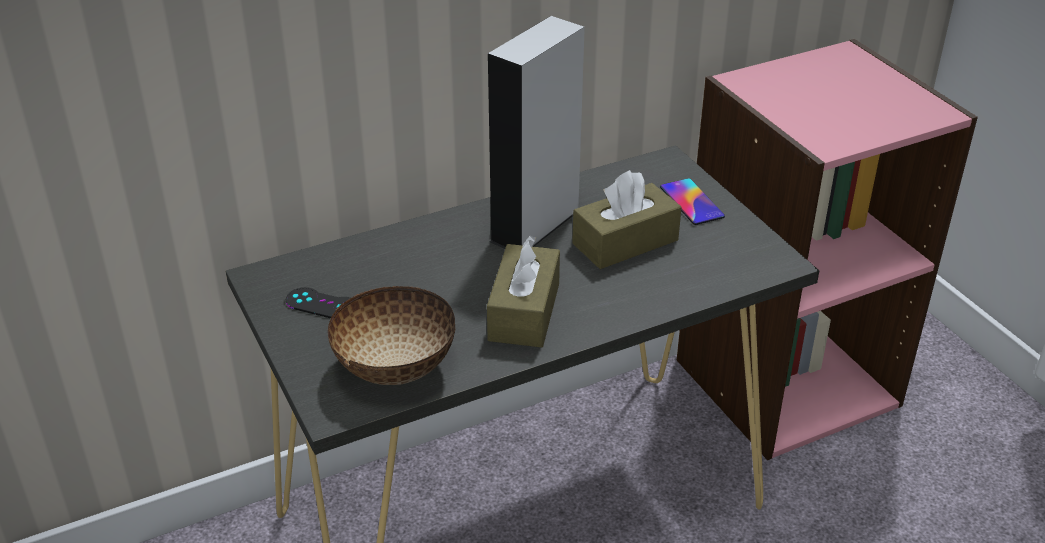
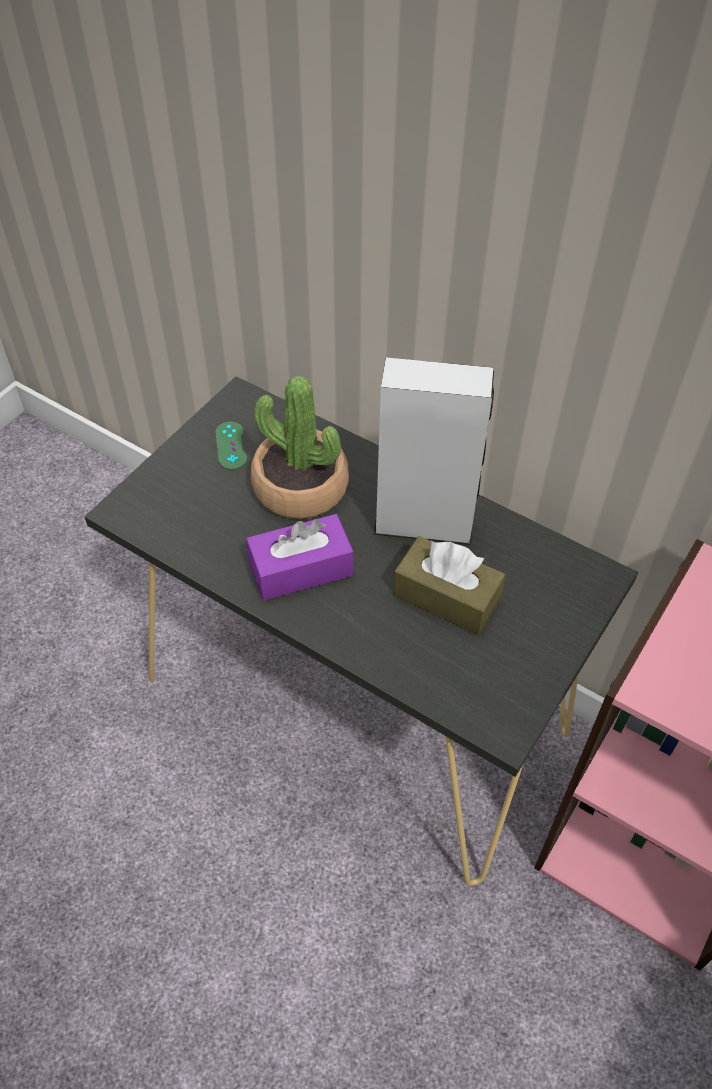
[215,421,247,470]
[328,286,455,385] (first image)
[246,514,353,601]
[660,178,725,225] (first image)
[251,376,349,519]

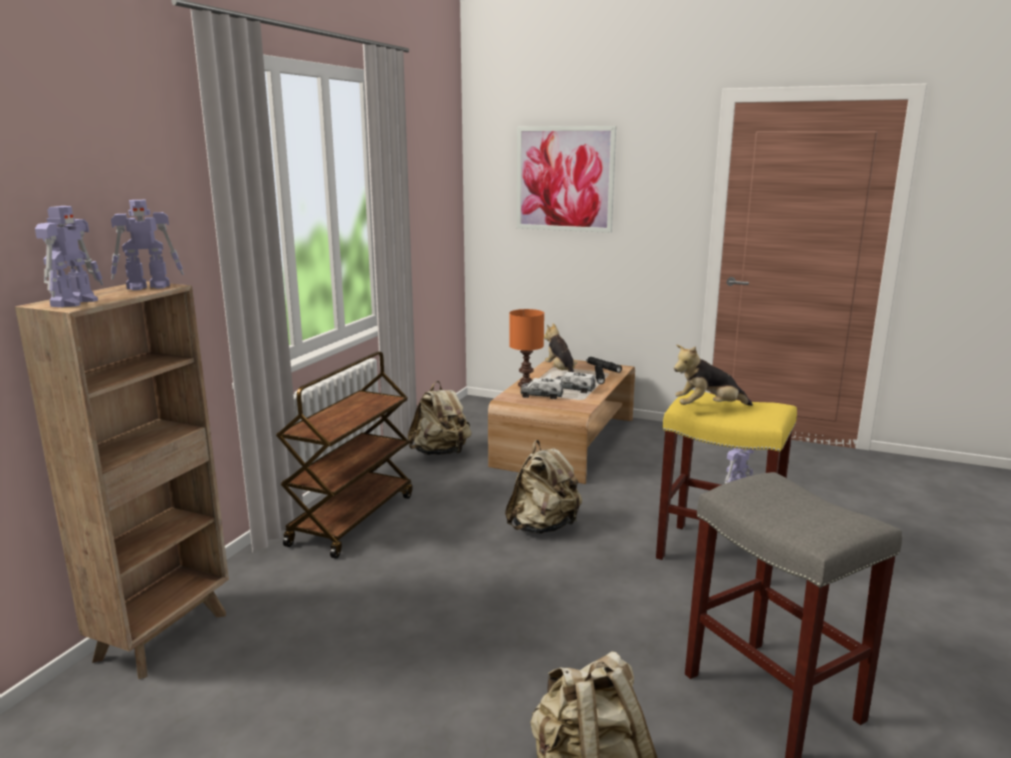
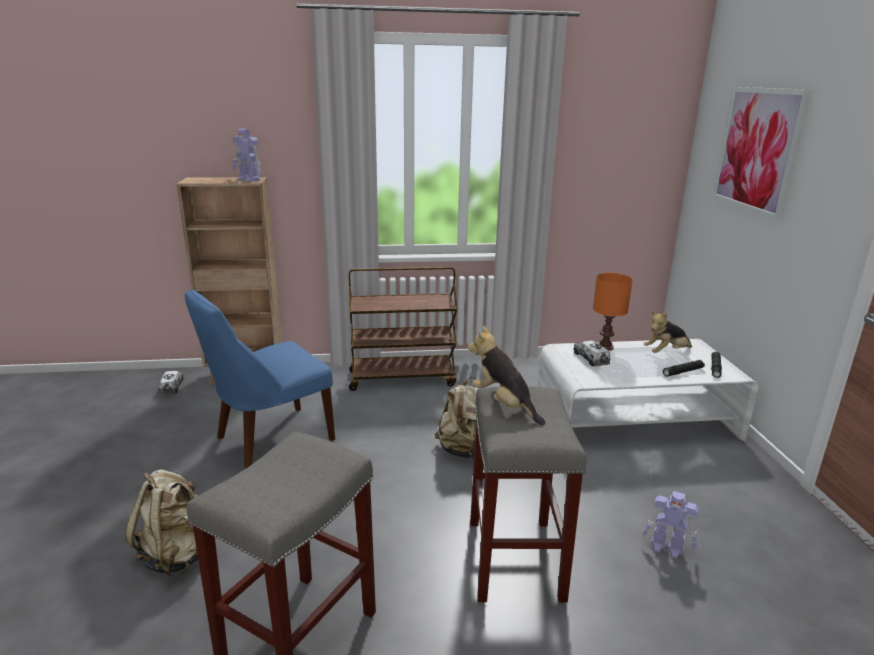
[35,206,103,307] (first image)
[408,381,472,455] (first image)
[538,339,759,441]
[644,311,692,353]
[159,371,184,395]
[470,386,586,602]
[185,290,335,469]

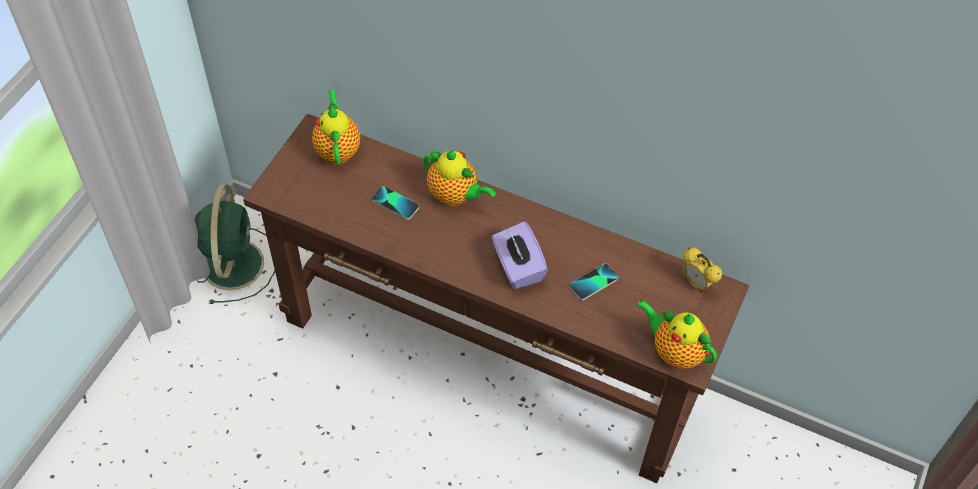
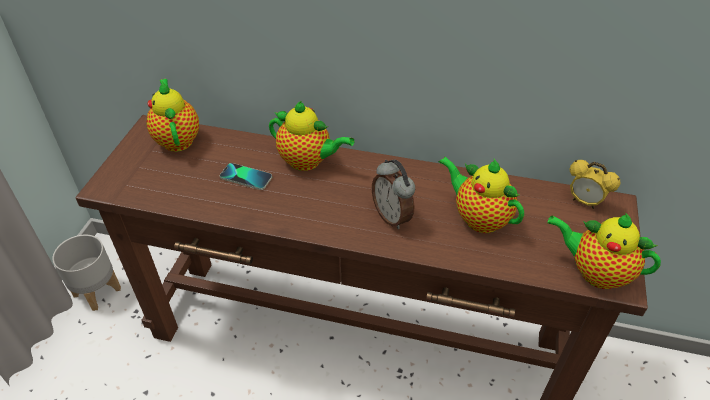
[52,235,121,311]
[372,159,415,229]
[439,157,524,233]

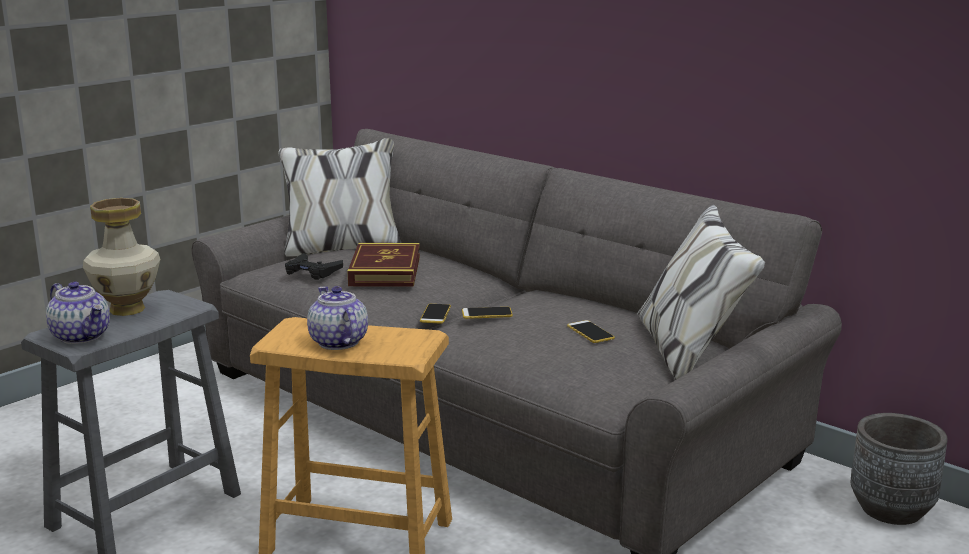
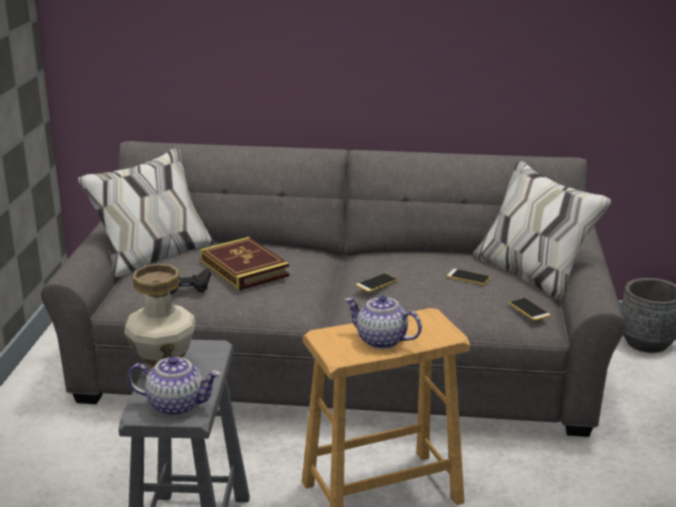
[509,298,551,321]

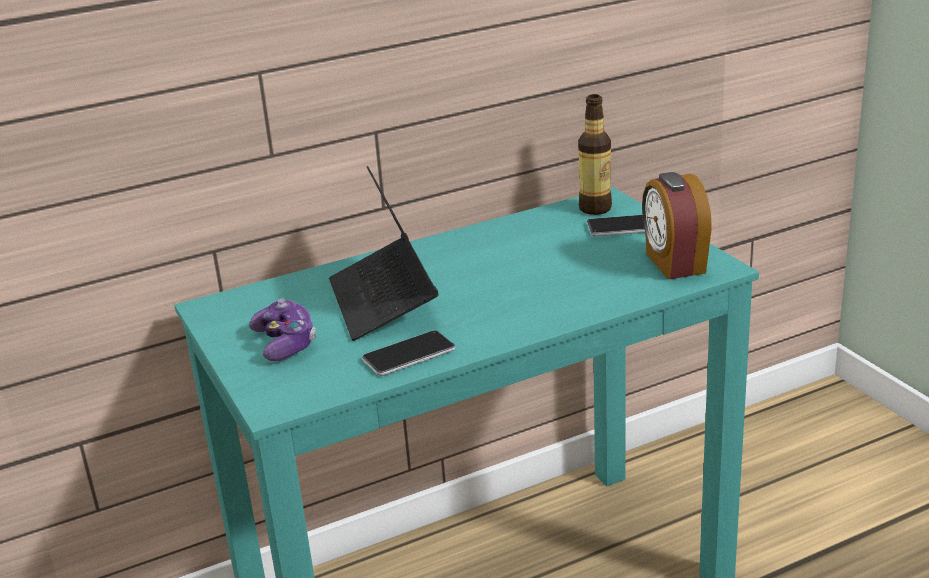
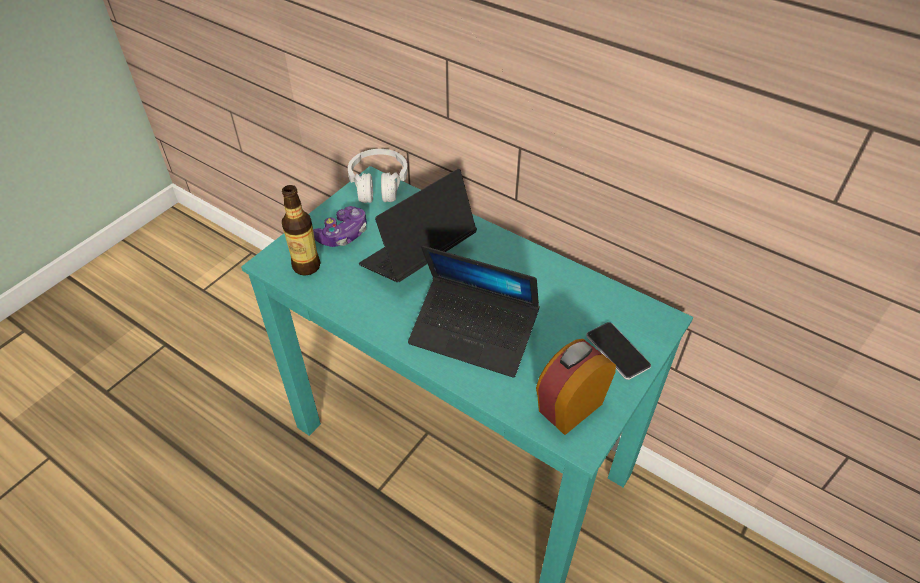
[362,330,455,376] (first image)
[282,185,320,276]
[348,149,408,203]
[408,246,540,378]

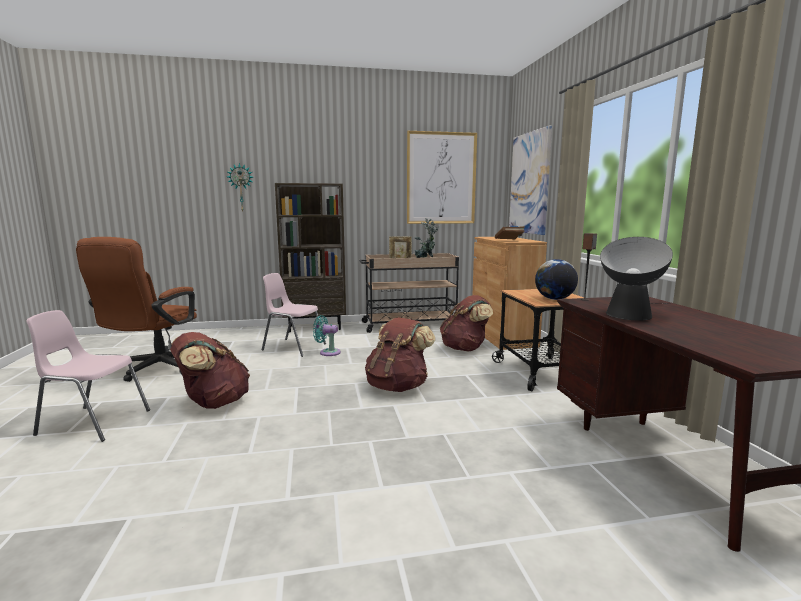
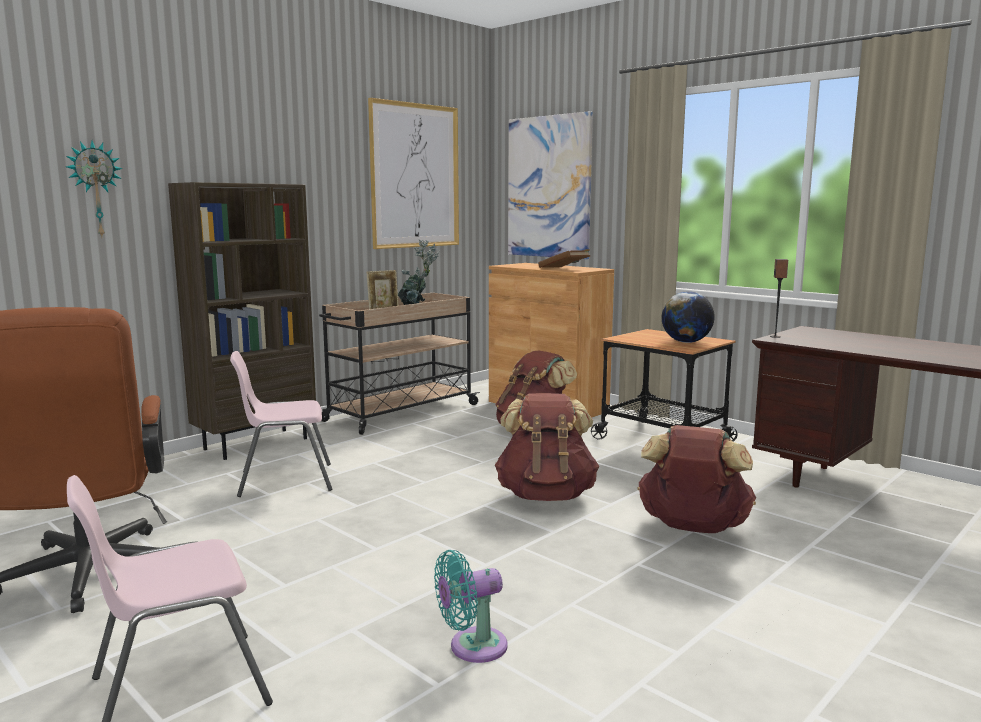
[637,425,756,533]
[434,550,508,663]
[600,237,673,320] (first image)

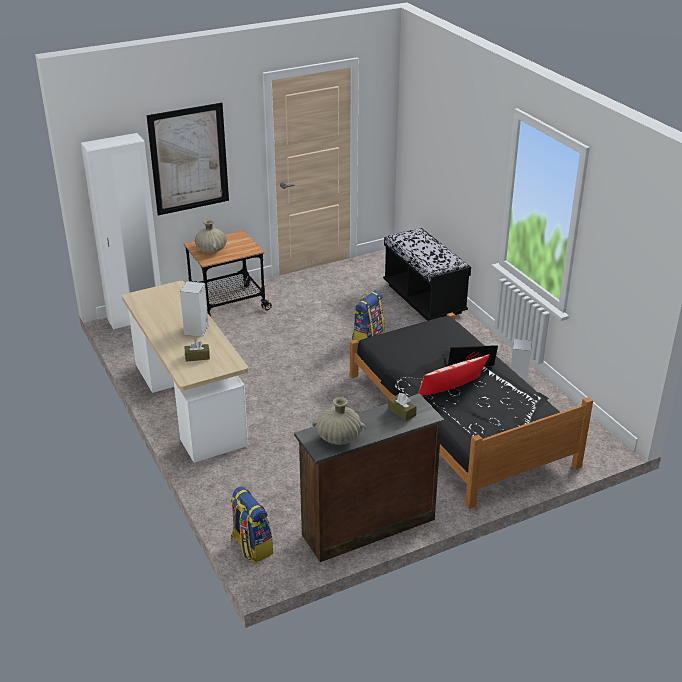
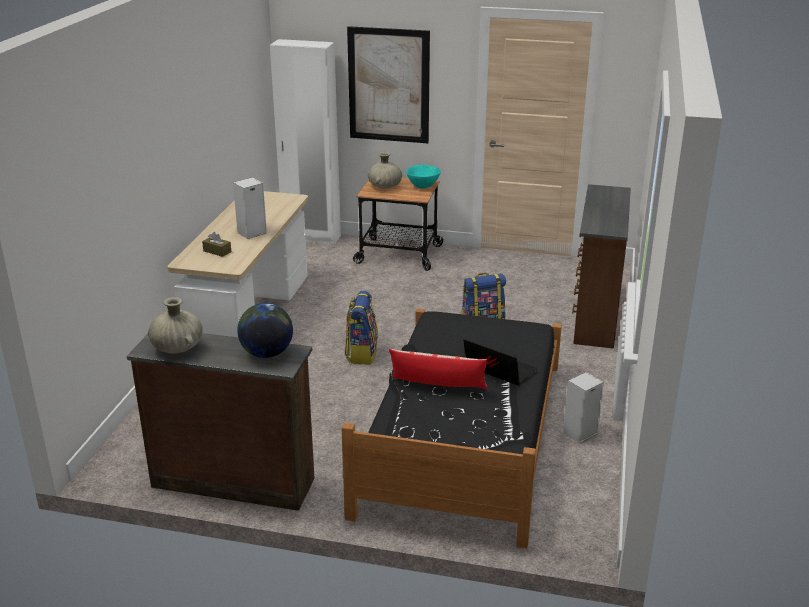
[345,291,378,364]
[572,184,631,349]
[237,303,293,358]
[406,165,441,188]

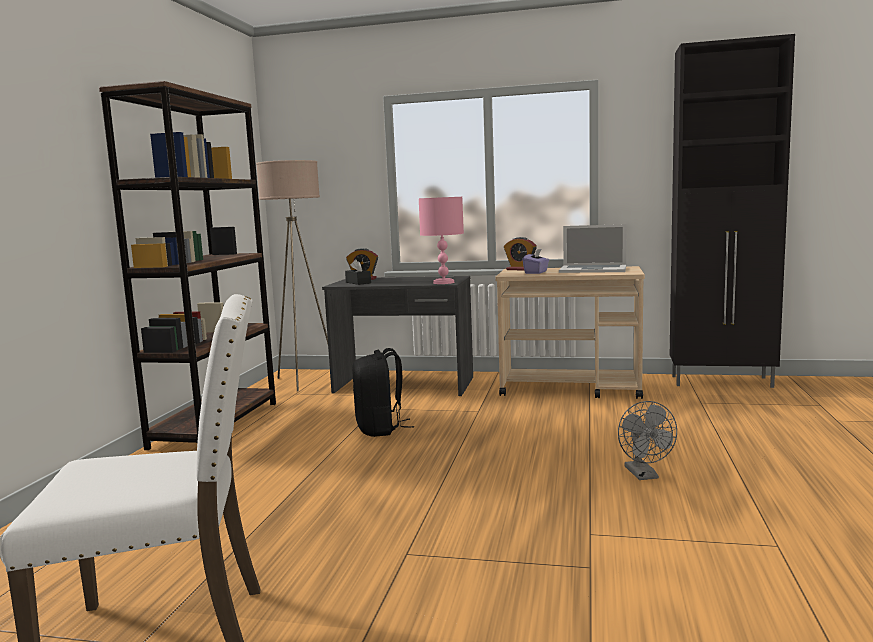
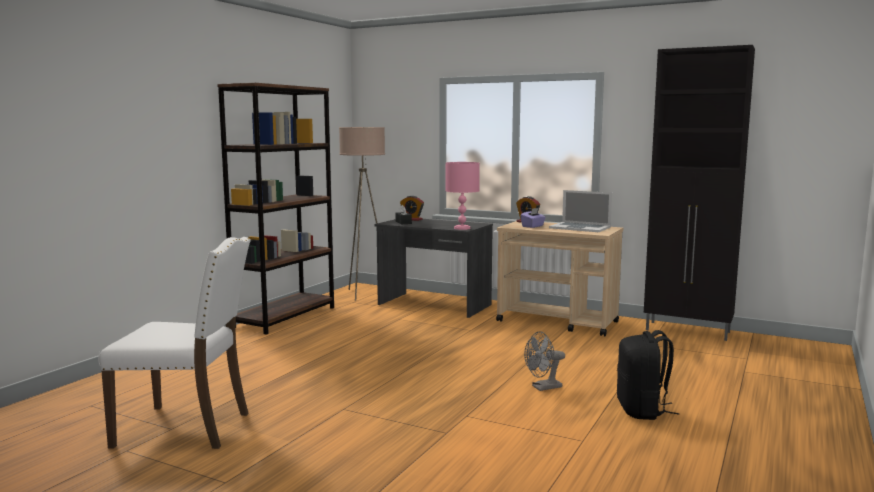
[617,330,679,420]
[524,331,565,391]

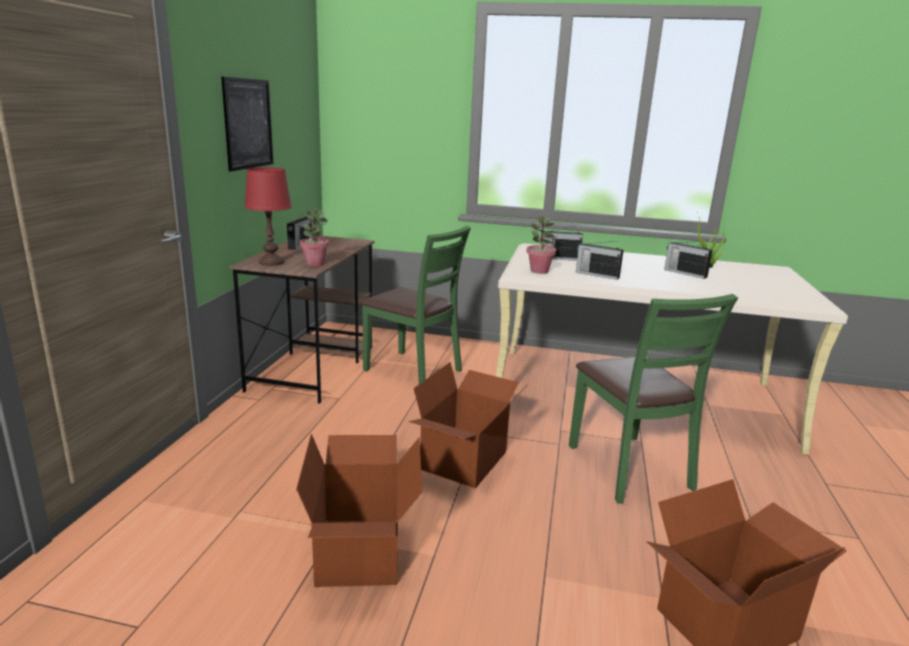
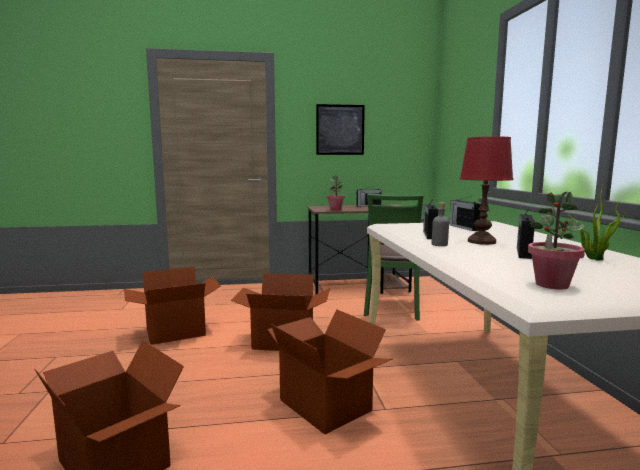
[460,137,513,245]
[528,192,585,290]
[267,309,393,435]
[432,202,449,246]

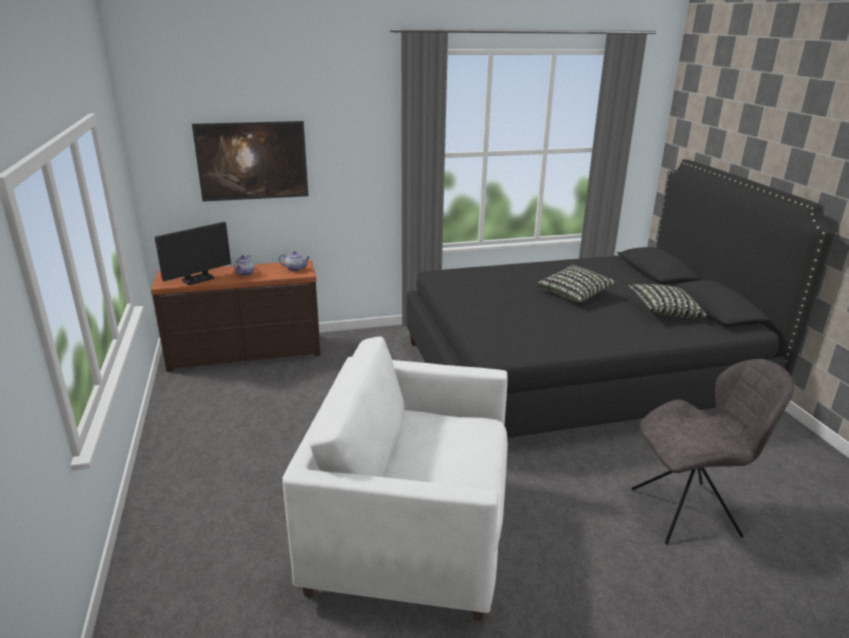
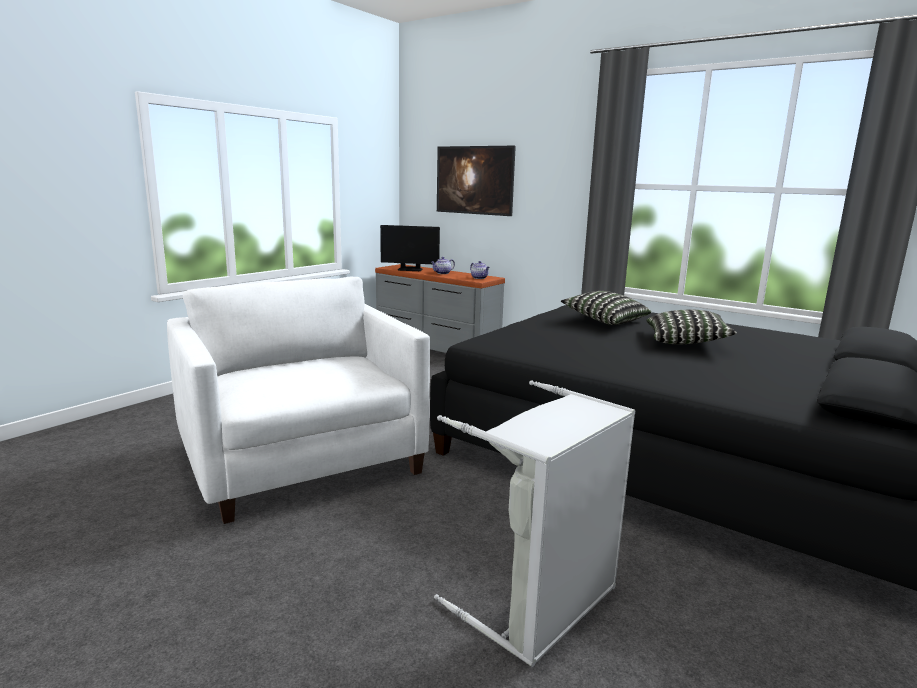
[375,264,505,353]
[561,291,651,325]
[434,380,635,667]

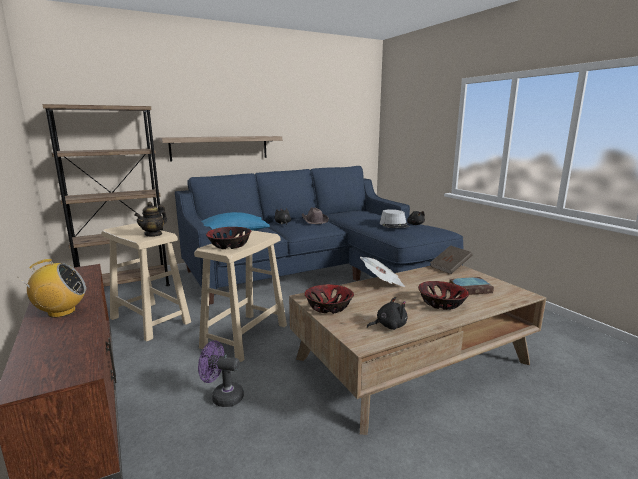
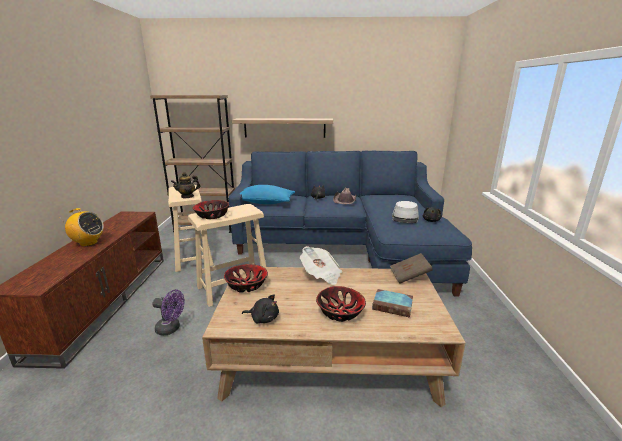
[152,290,185,335]

